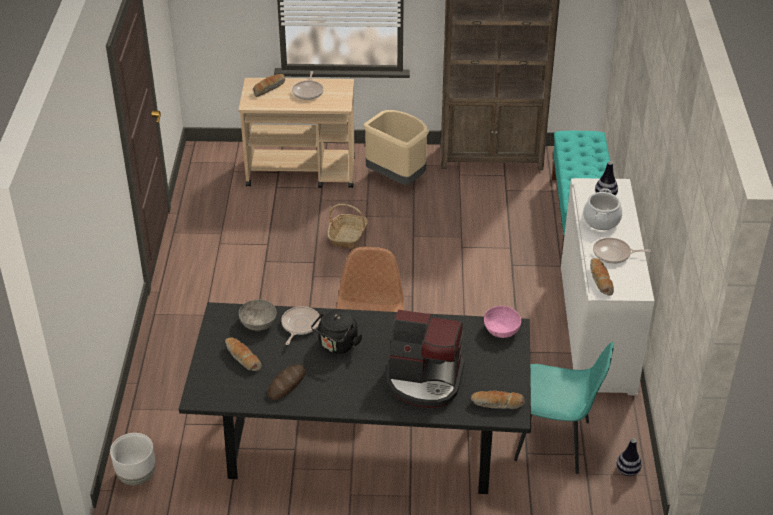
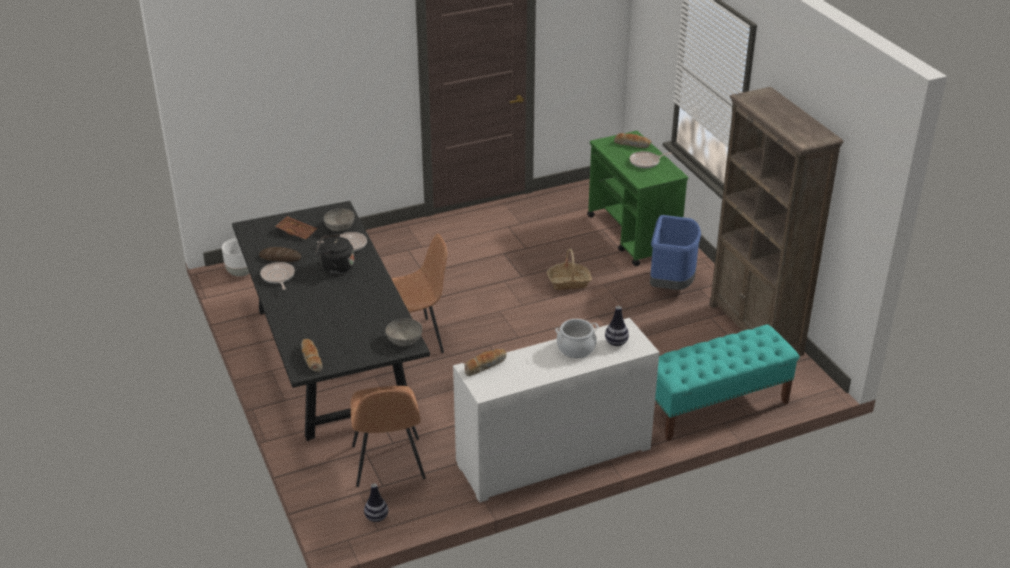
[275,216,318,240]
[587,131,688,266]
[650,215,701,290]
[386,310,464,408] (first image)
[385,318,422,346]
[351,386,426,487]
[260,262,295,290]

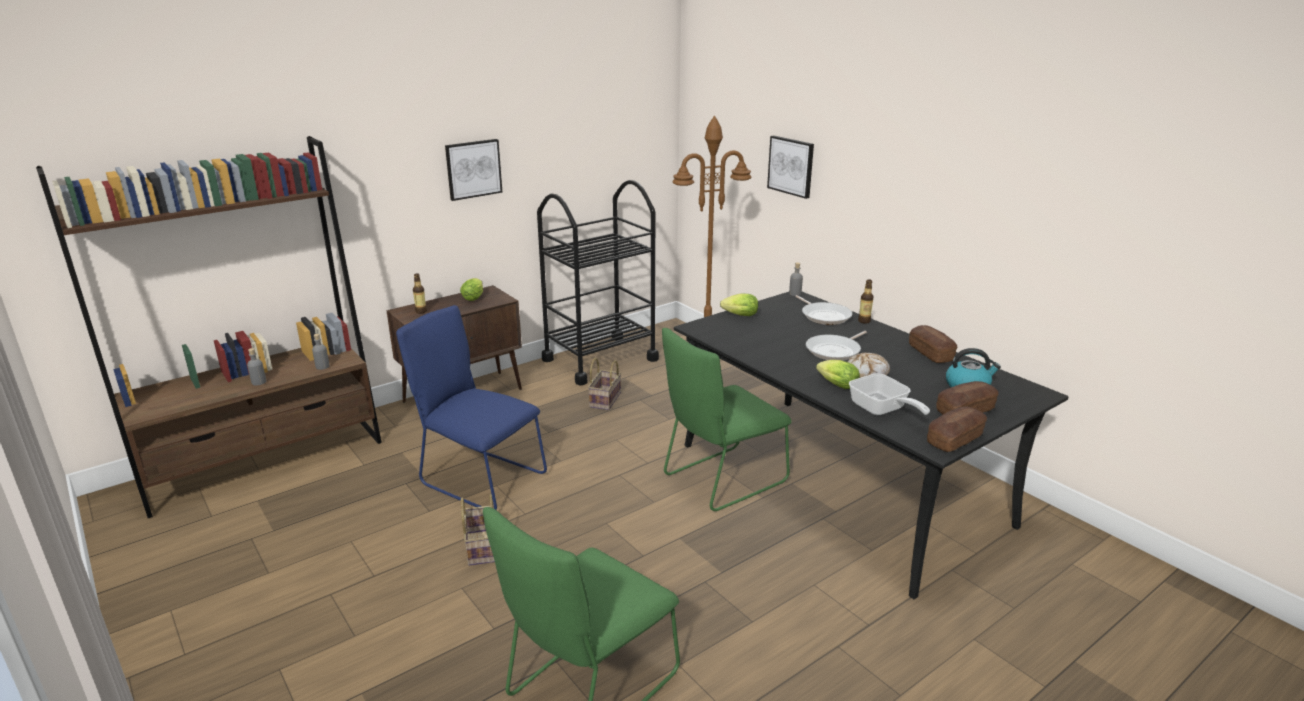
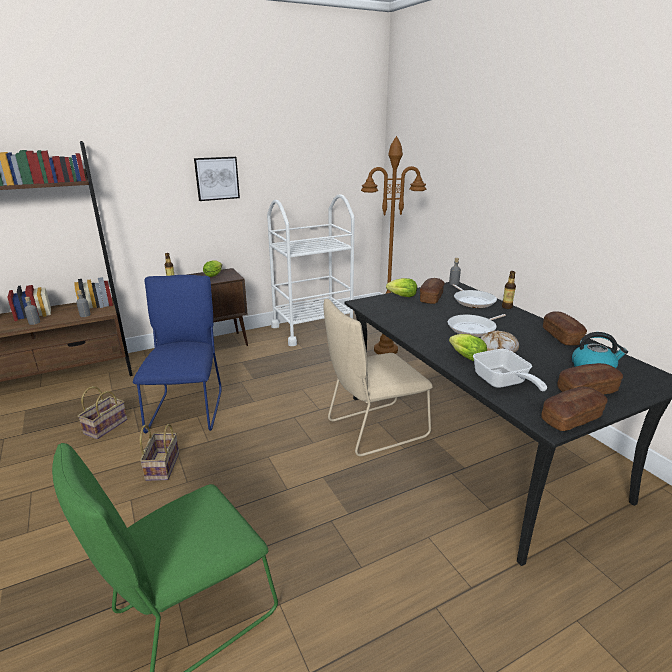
[133,275,221,433]
[267,195,355,346]
[78,386,127,439]
[323,299,433,456]
[767,135,814,199] (first image)
[420,278,445,304]

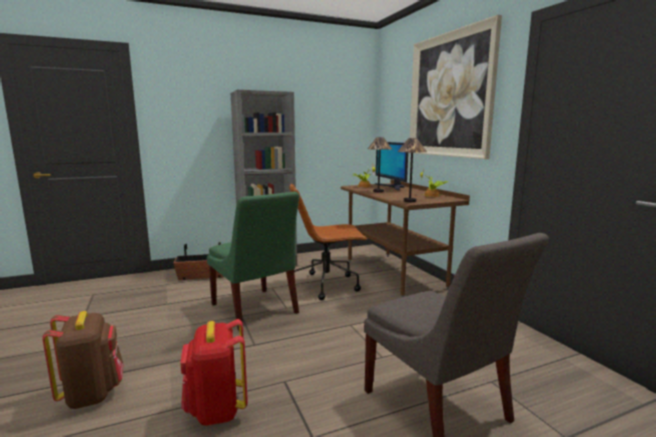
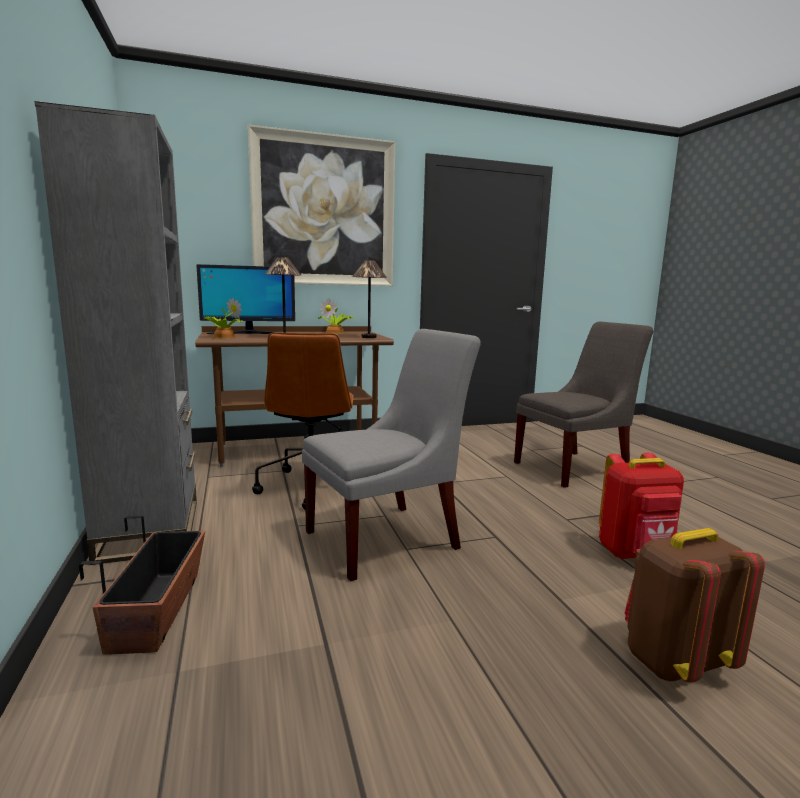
[302,329,481,581]

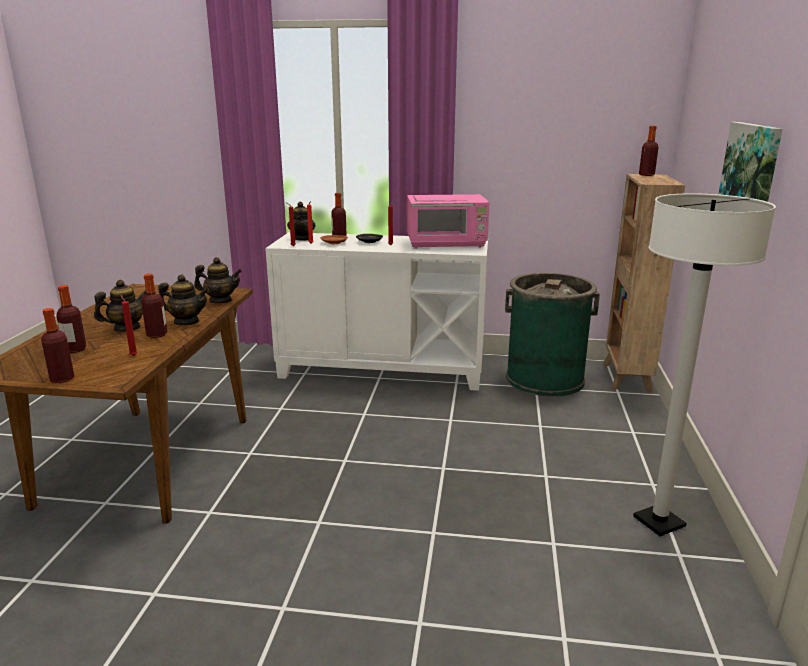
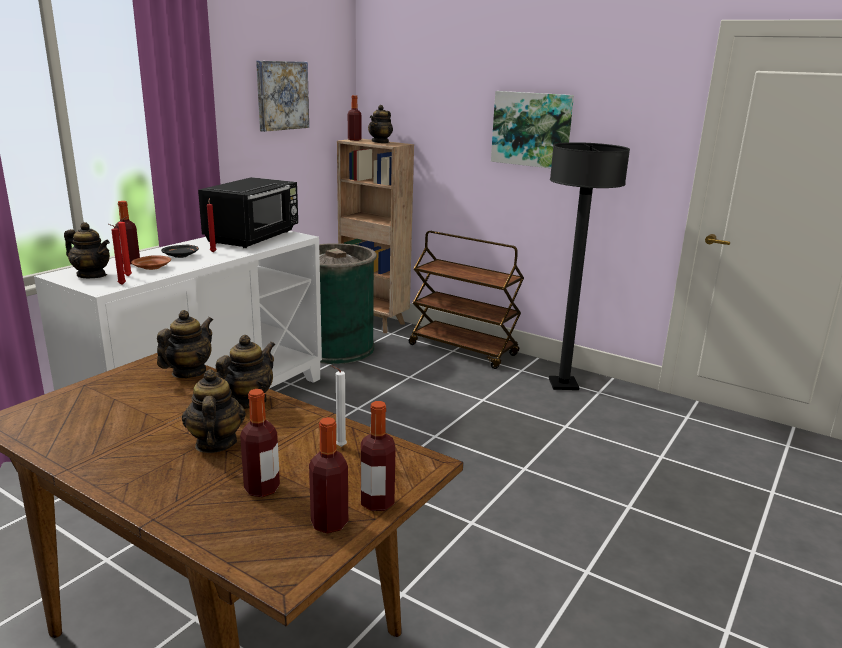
[331,366,347,447]
[309,417,348,533]
[198,177,298,248]
[549,142,630,390]
[256,61,309,132]
[368,105,393,143]
[409,231,524,369]

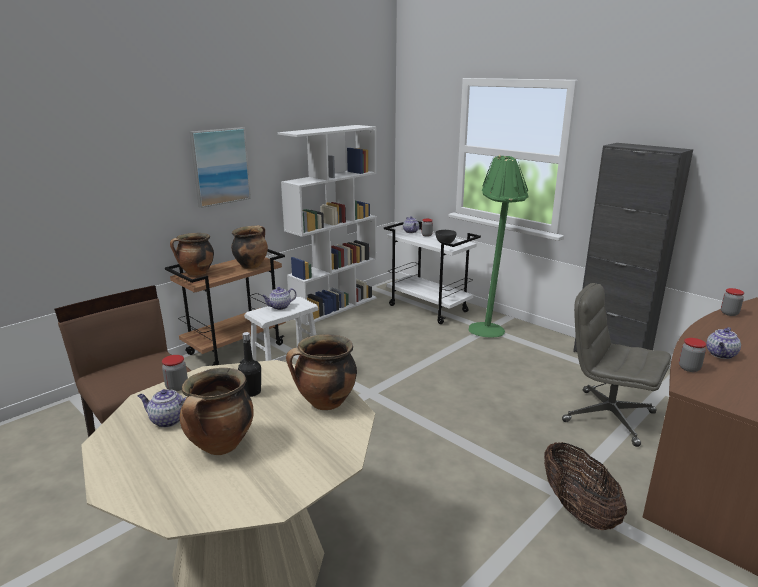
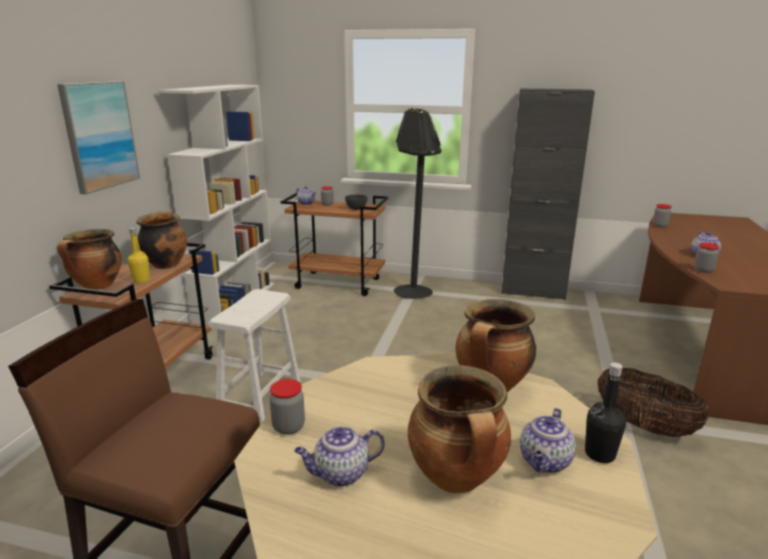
[585,363,626,463]
[520,408,576,473]
[281,191,388,296]
[394,107,442,299]
[562,283,671,447] (first image)
[127,228,150,283]

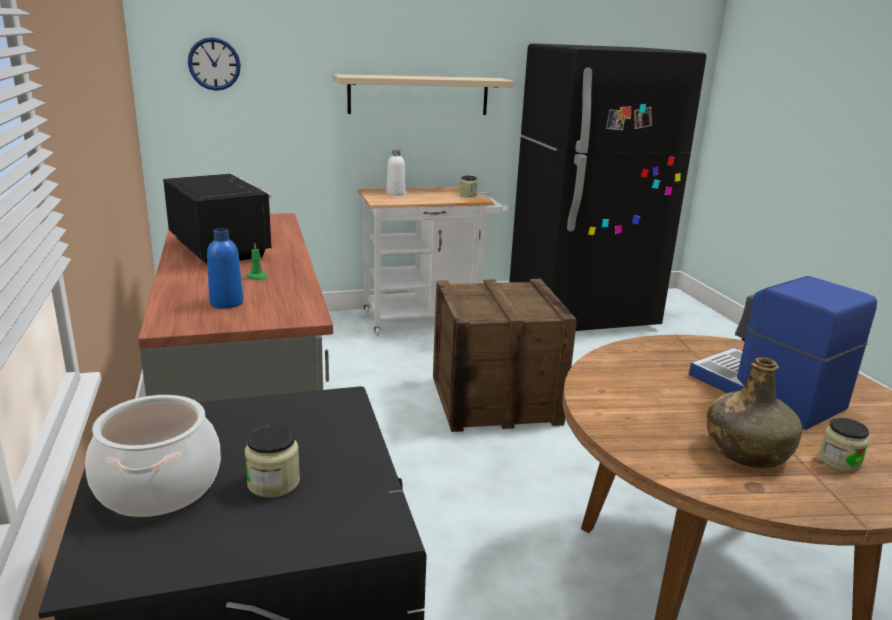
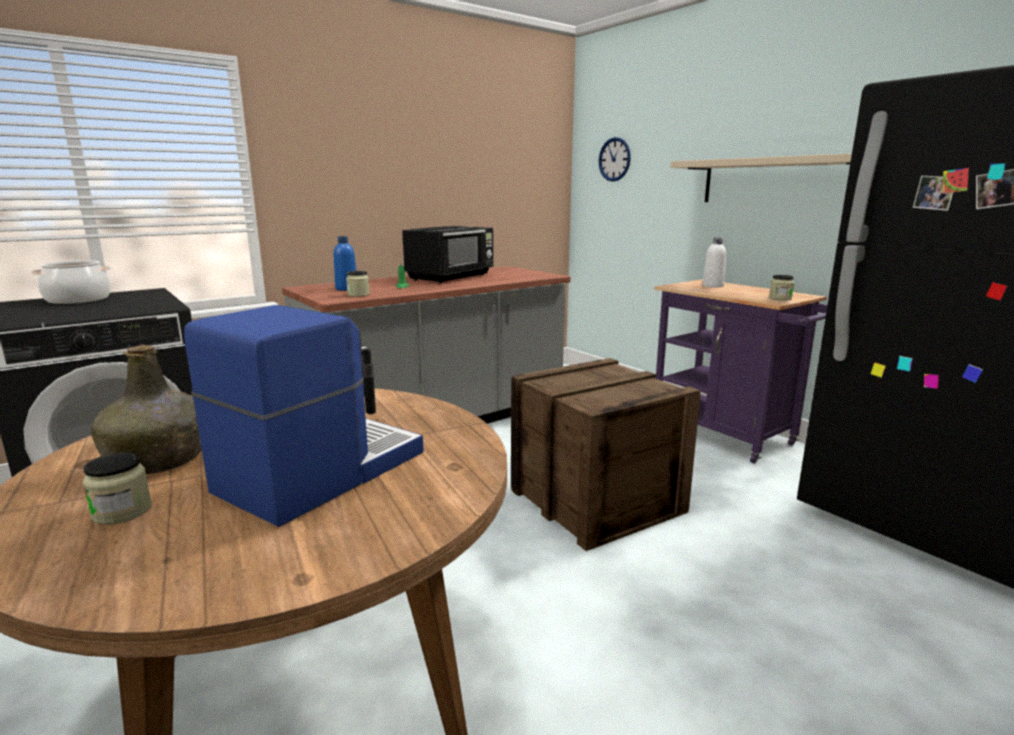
[346,271,370,297]
[654,279,827,464]

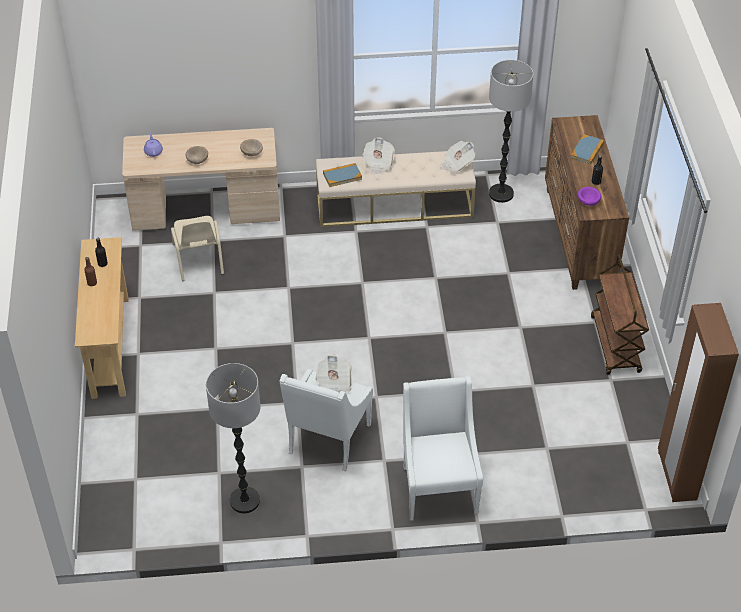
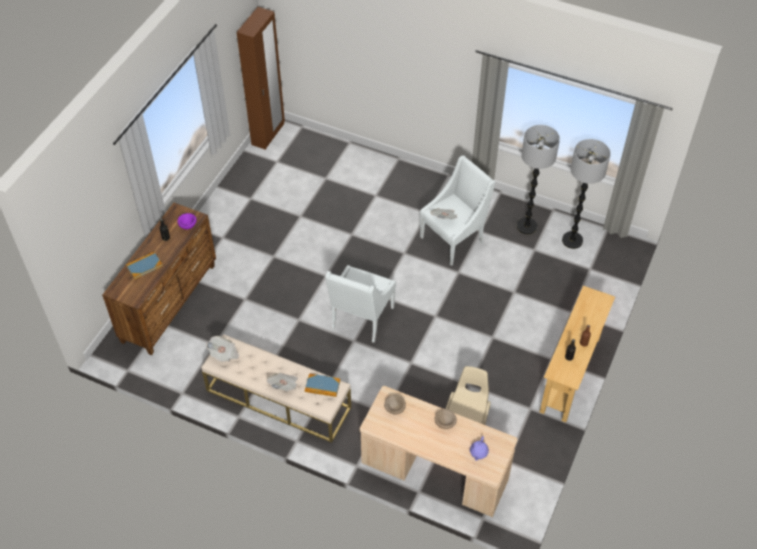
[325,265,396,343]
[562,139,611,249]
[591,255,649,375] (first image)

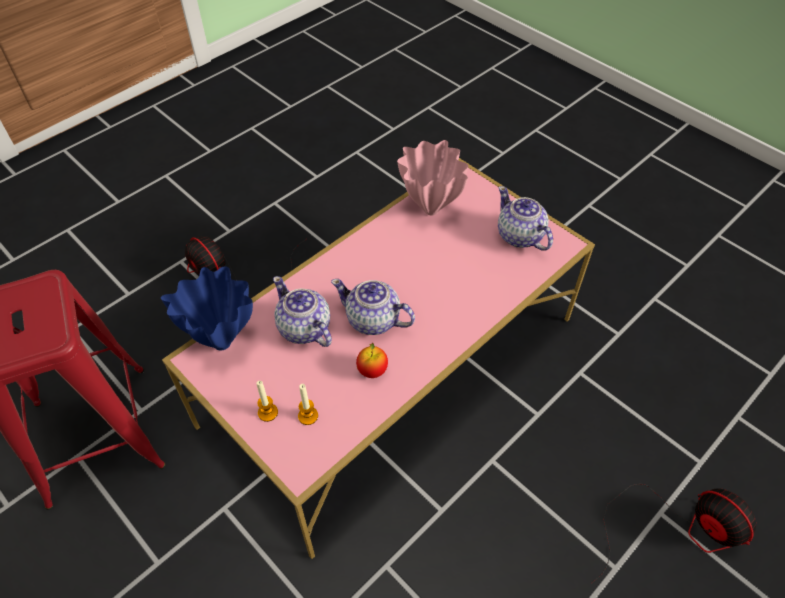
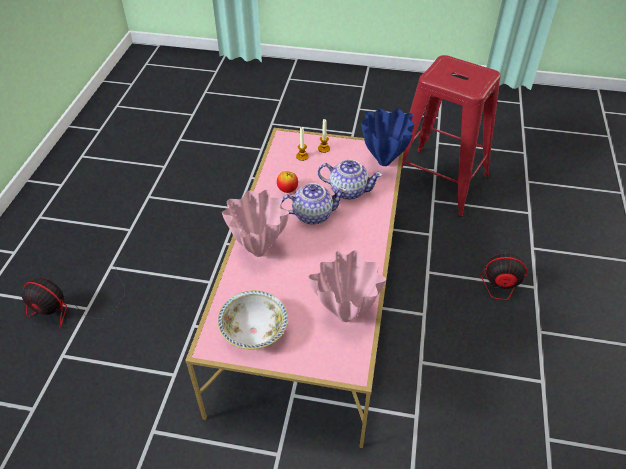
[218,290,288,350]
[222,190,289,257]

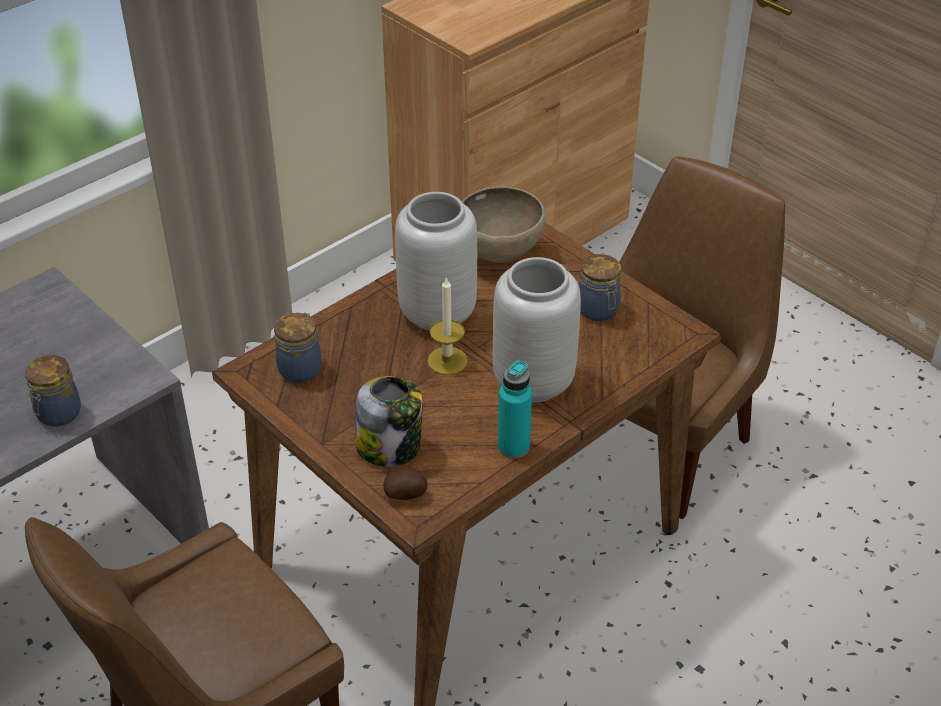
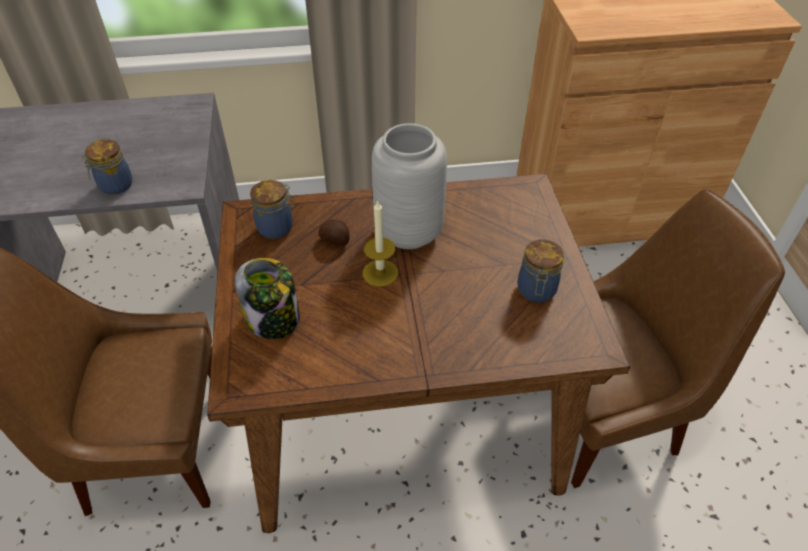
[318,219,349,246]
[462,186,546,263] (first image)
[493,257,581,402] (first image)
[498,360,532,458] (first image)

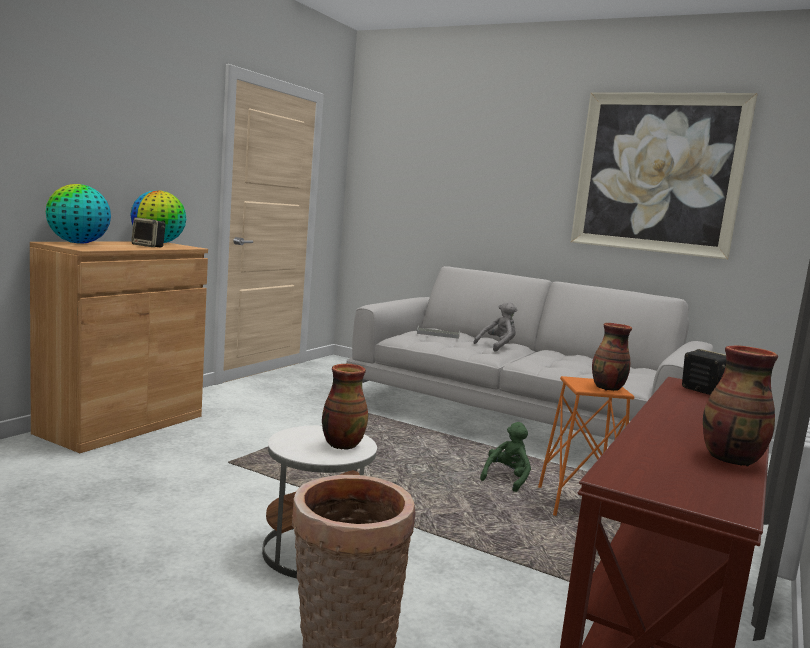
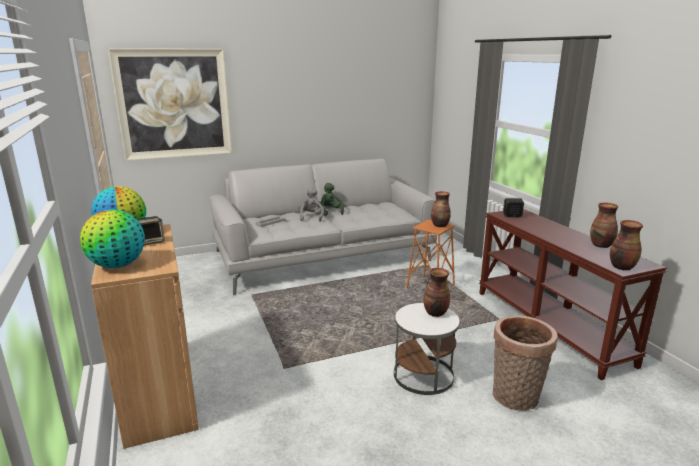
[318,183,344,216]
[108,48,232,161]
[610,220,643,270]

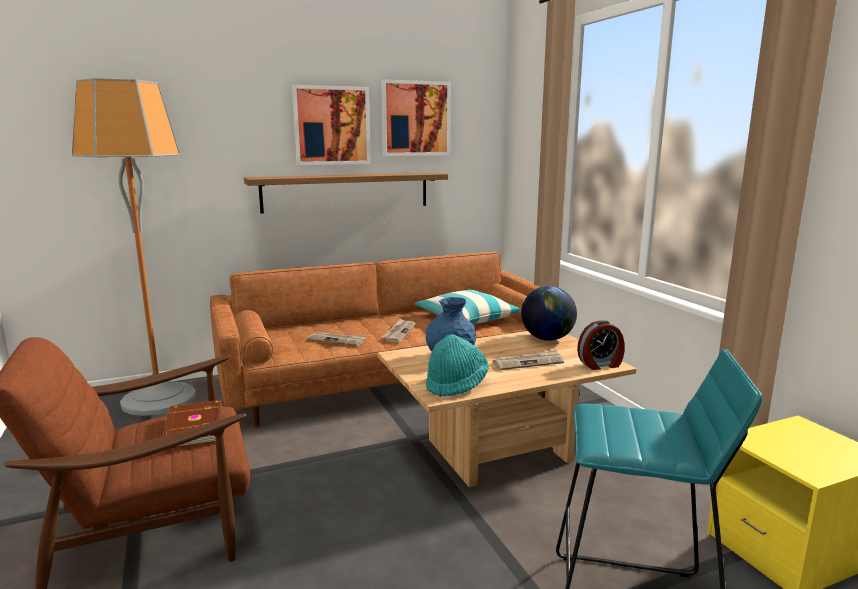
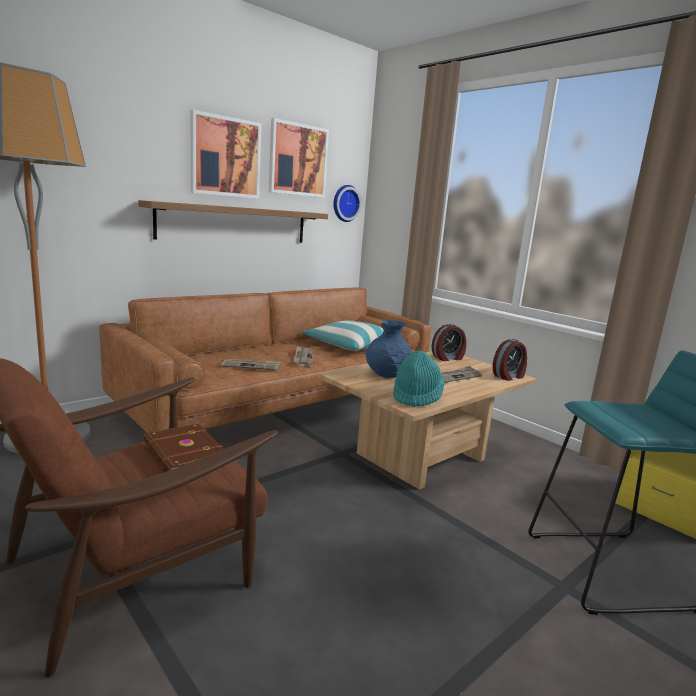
[432,324,466,361]
[333,185,362,222]

